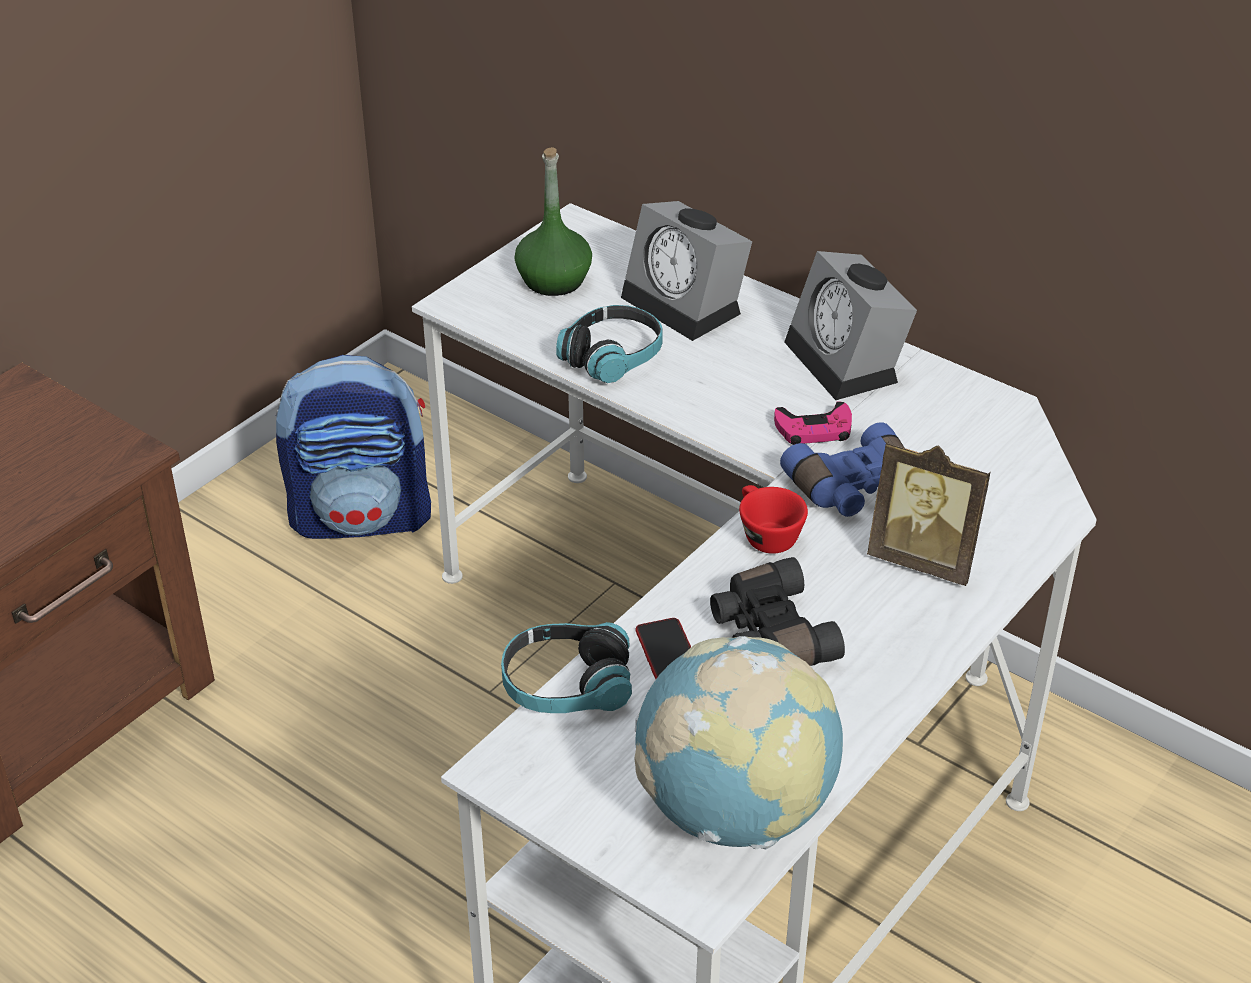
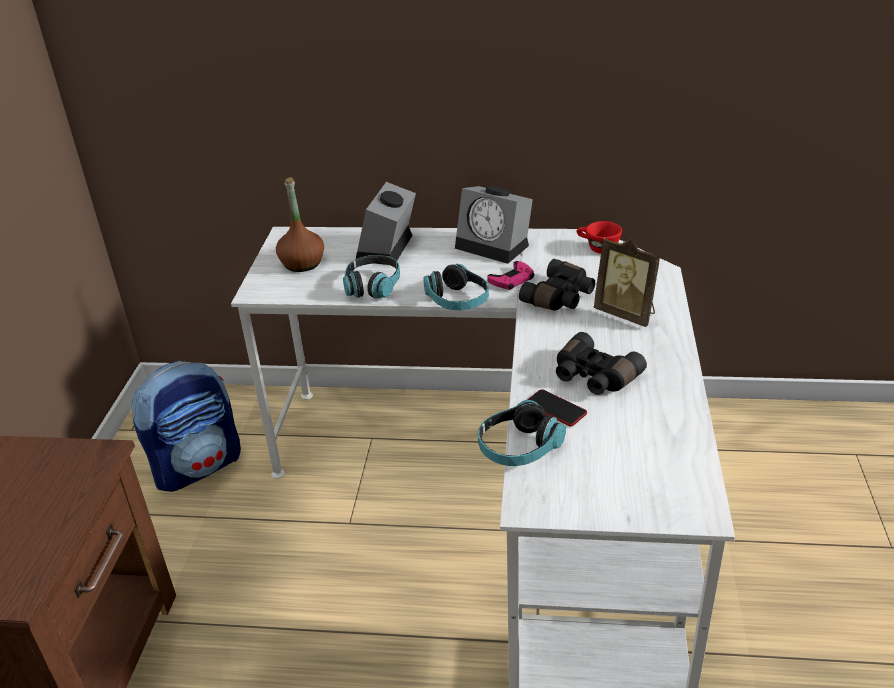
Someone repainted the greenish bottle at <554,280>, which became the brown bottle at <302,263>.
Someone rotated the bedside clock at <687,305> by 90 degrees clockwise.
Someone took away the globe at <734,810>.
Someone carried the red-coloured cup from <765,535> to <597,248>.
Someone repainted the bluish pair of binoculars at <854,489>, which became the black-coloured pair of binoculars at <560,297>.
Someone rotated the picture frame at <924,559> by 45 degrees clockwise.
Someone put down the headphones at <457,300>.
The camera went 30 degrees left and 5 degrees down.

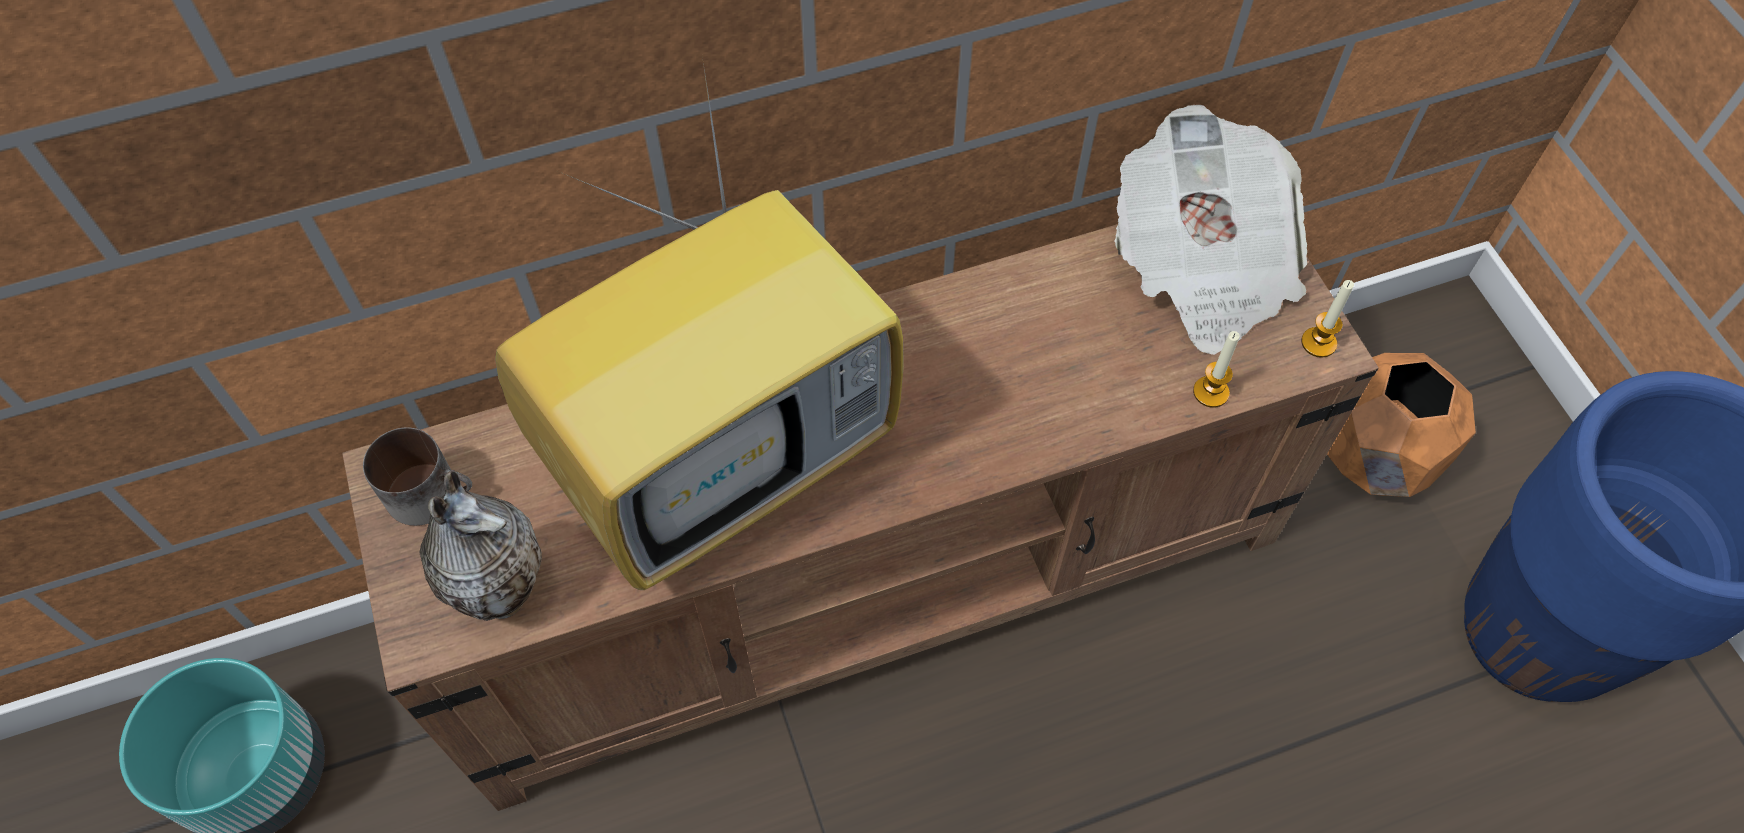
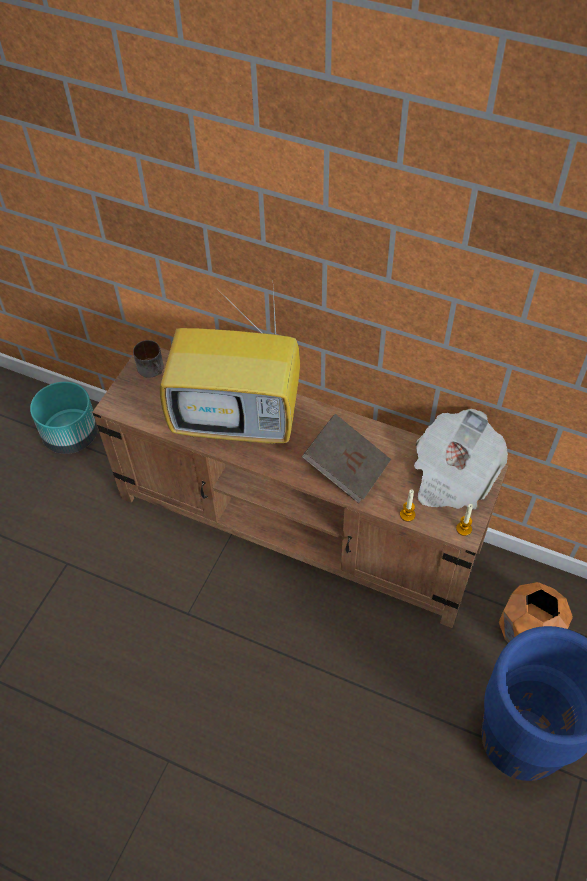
Someone took away the decorative vase at <502,588>.
Someone put down the brown volume at <346,468>.
The camera went 45 degrees right and 5 degrees down.

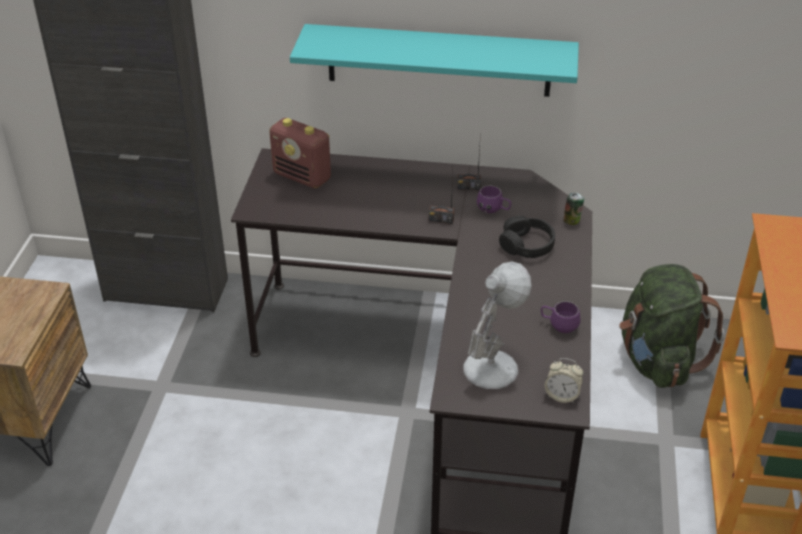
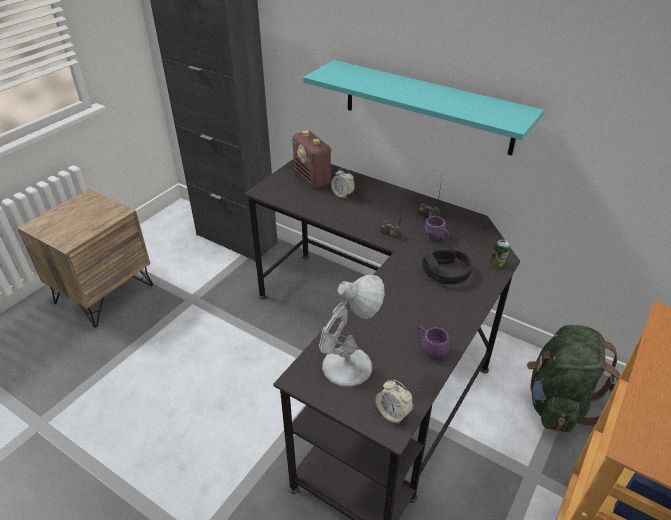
Someone put down the bedside clock at <342,194>.
The camera went 25 degrees right and 0 degrees up.

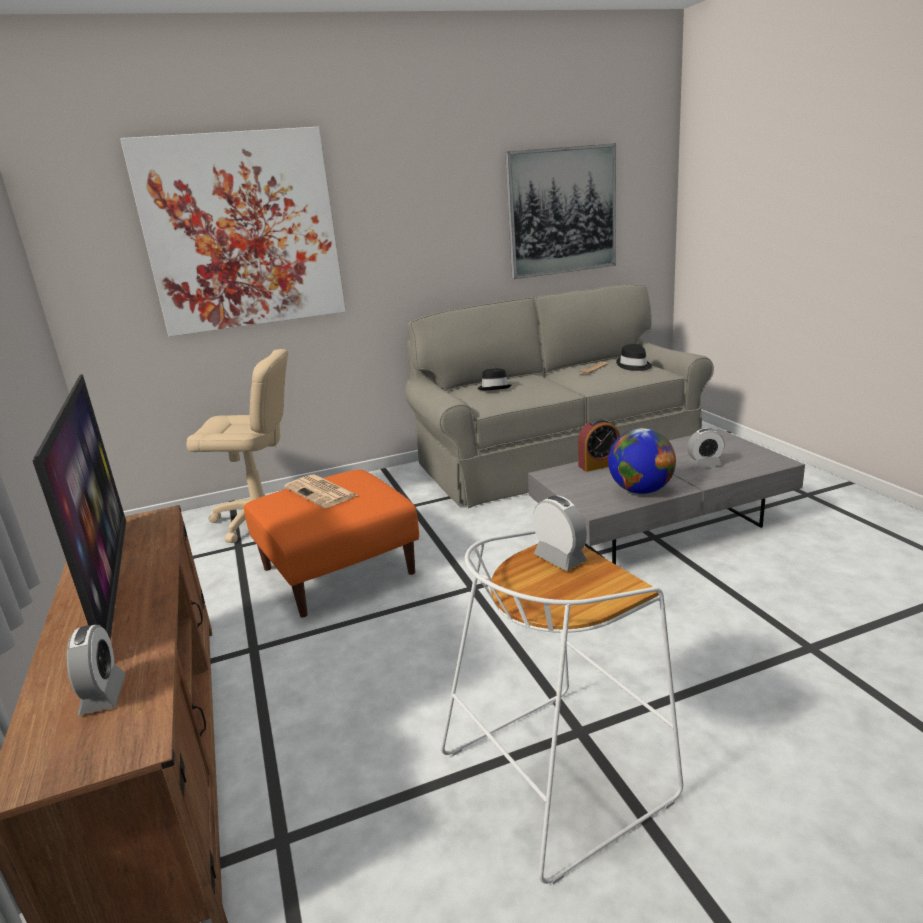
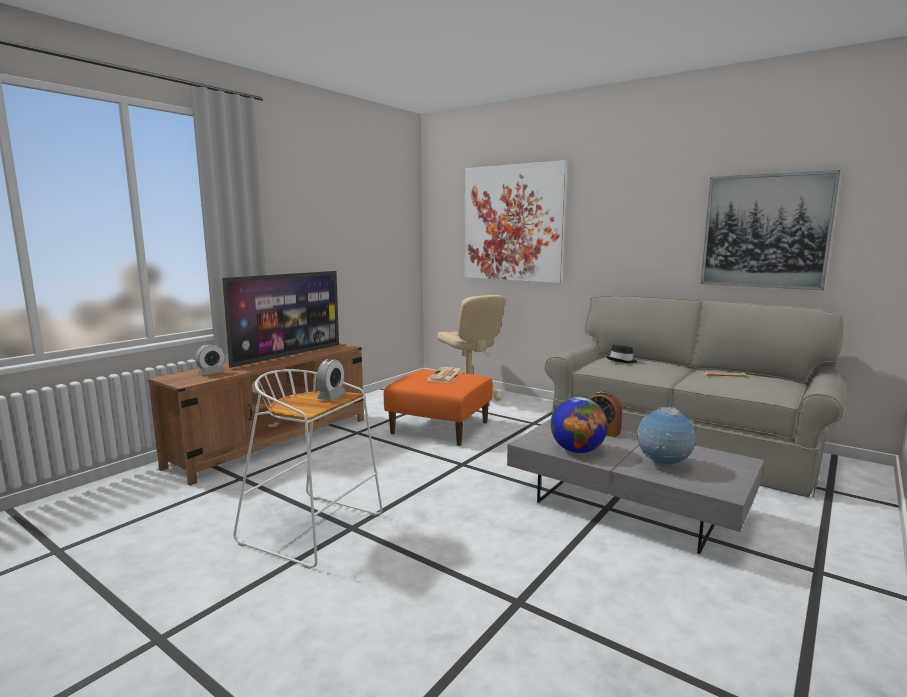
Someone took away the black-coloured hat at <634,366>.
Someone swapped the bedside clock at <704,465> for the globe at <663,464>.
The camera went 55 degrees right and 10 degrees down.

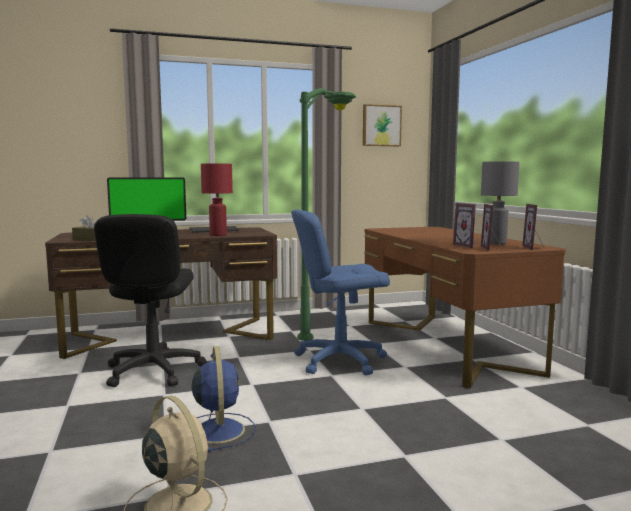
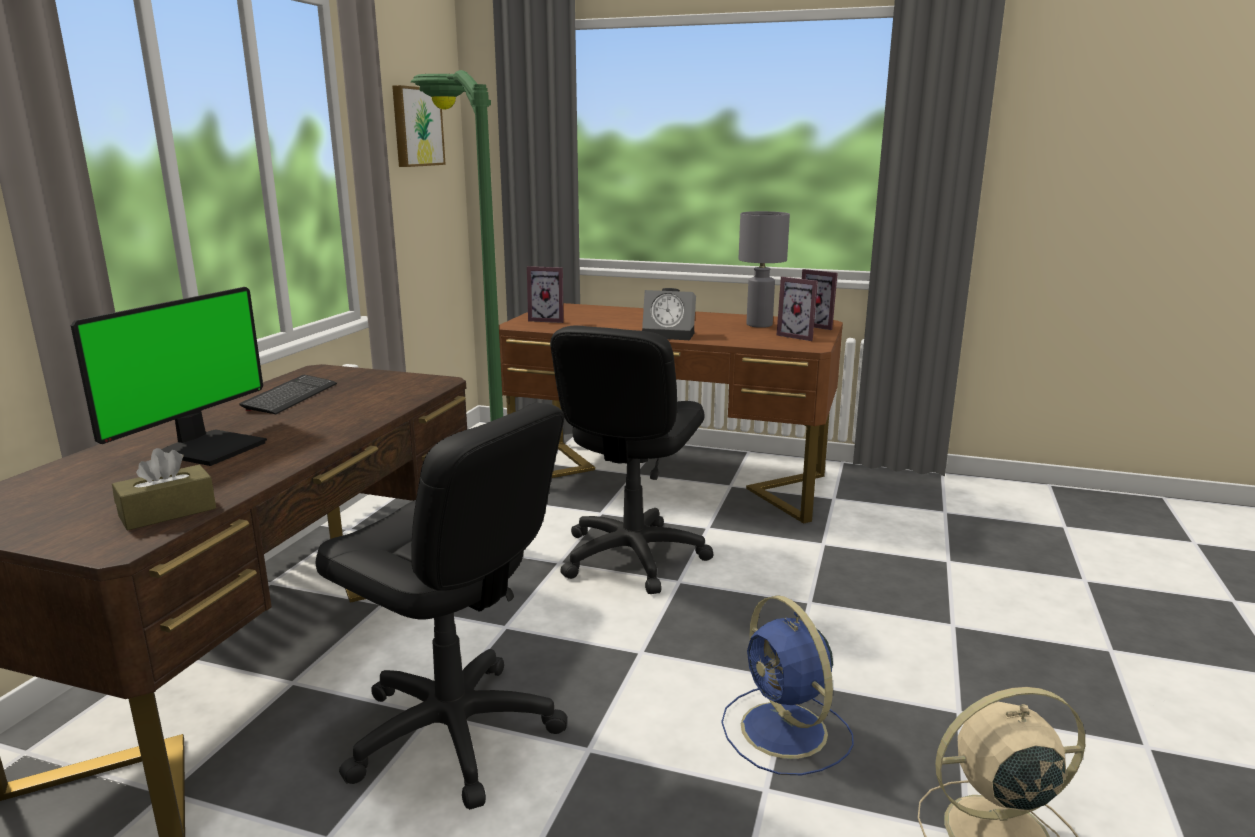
Someone rotated the bluish fan at <218,430> by 135 degrees counterclockwise.
Someone took away the red-coloured table lamp at <218,235>.
Someone repainted the bluish office chair at <339,360>, which became the black-coloured office chair at <632,556>.
Someone carried the picture frame from <468,245> to <548,320>.
Someone put down the bedside clock at <670,335>.
The camera went 55 degrees left and 10 degrees up.

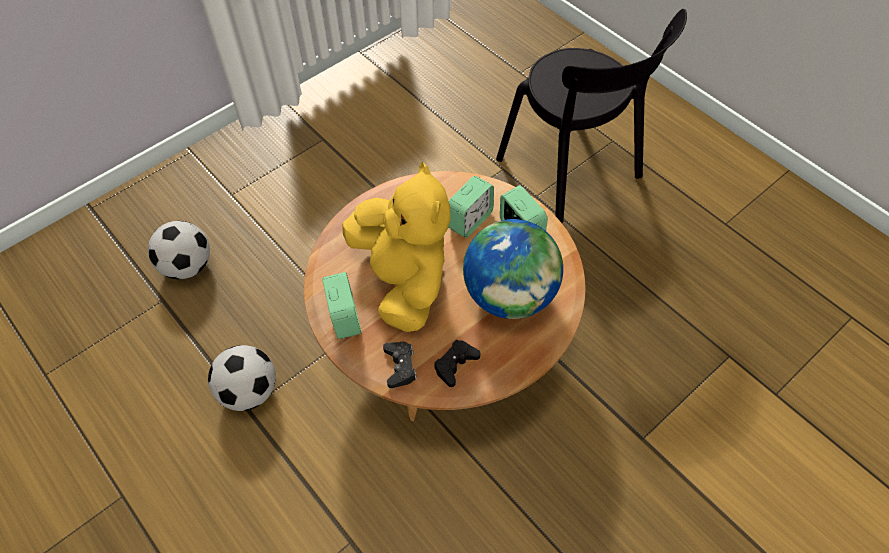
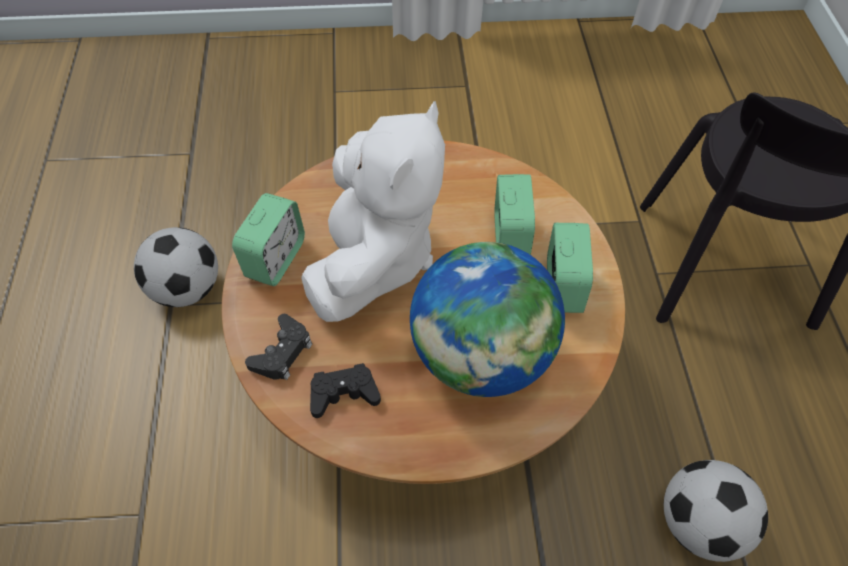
Someone carried the football from <187,266> to <698,522>.
Someone repainted the yellow-coloured soft toy at <403,280>, which became the white-coloured soft toy at <373,258>.
Someone rotated the bedside clock at <470,220> by 75 degrees counterclockwise.
The camera went 35 degrees right and 0 degrees up.

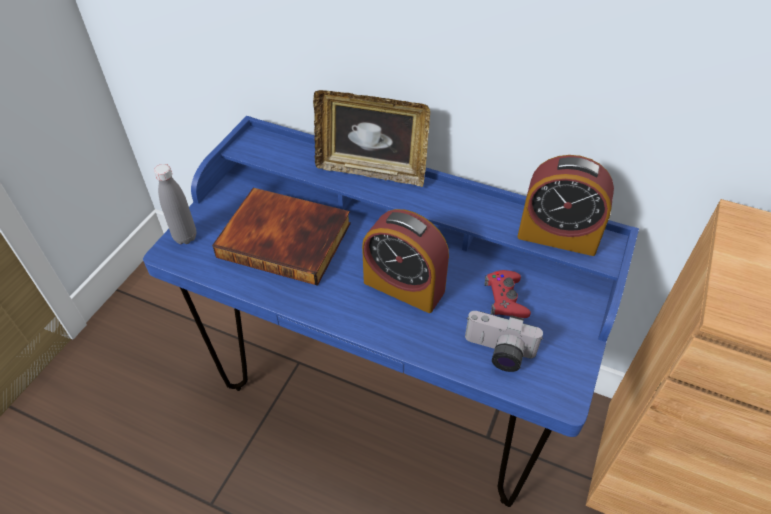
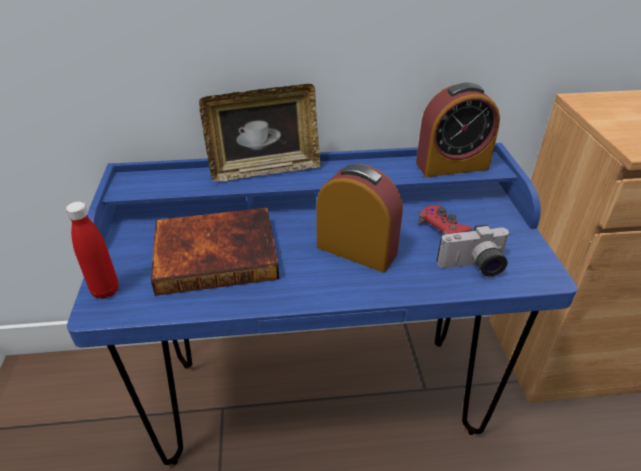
Someone repainted the grey bottle at <185,237>, which became the red-coloured bottle at <105,291>.
Someone rotated the bedside clock at <404,286> by 150 degrees counterclockwise.
The camera went 30 degrees left and 10 degrees down.

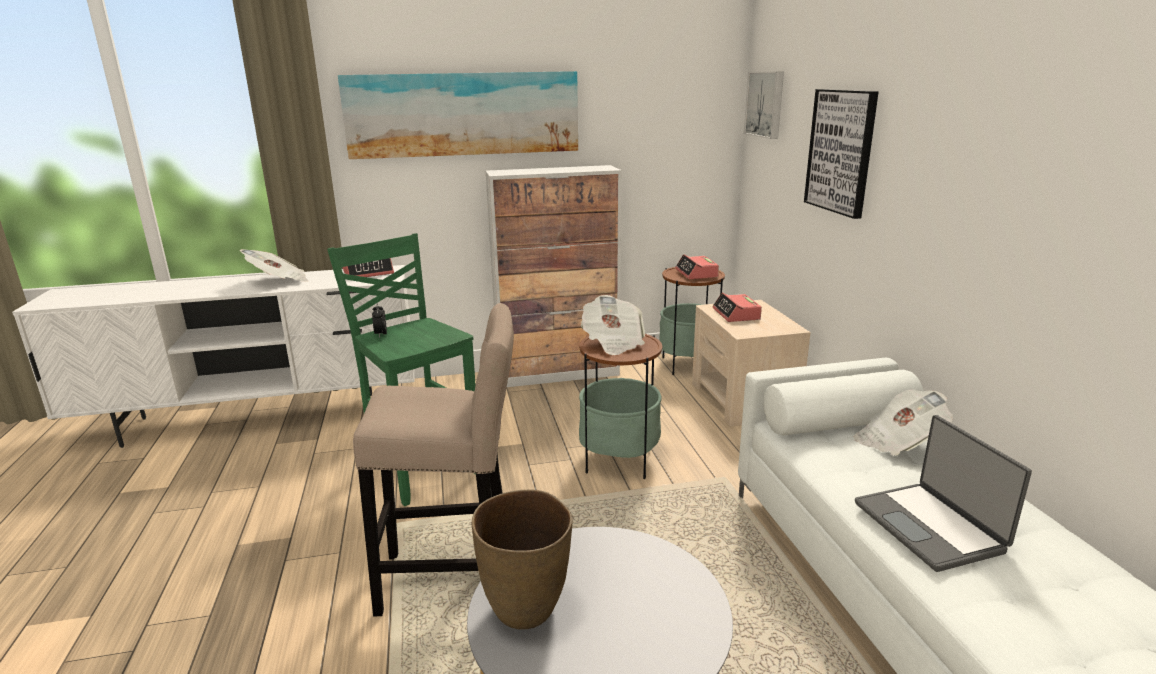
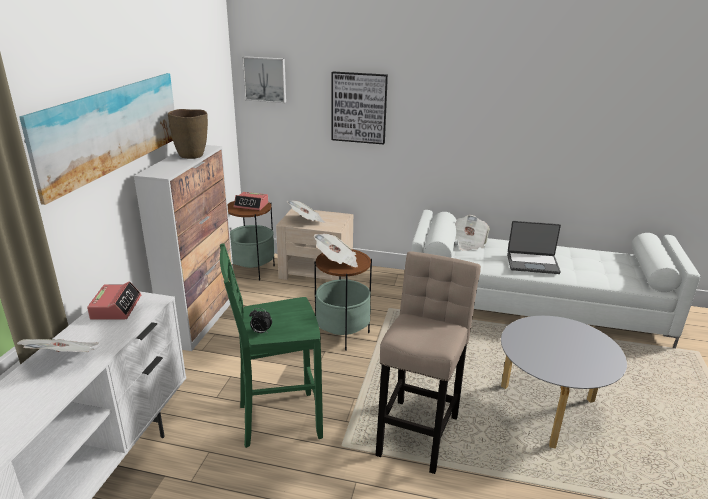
Someone carried the brown decorative vase from <526,609> to <192,155>.
Someone swapped the bedside clock at <736,314> for the daily paper at <306,221>.
The camera went 65 degrees left and 5 degrees up.

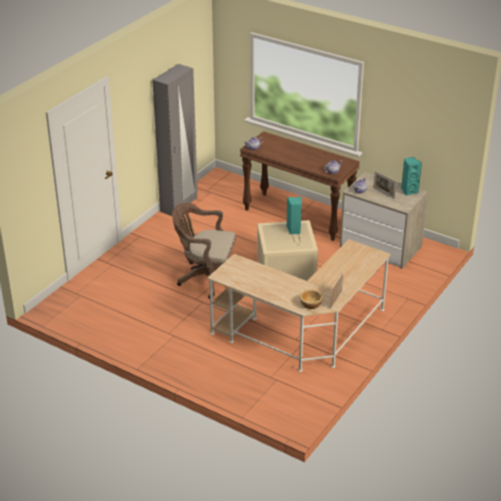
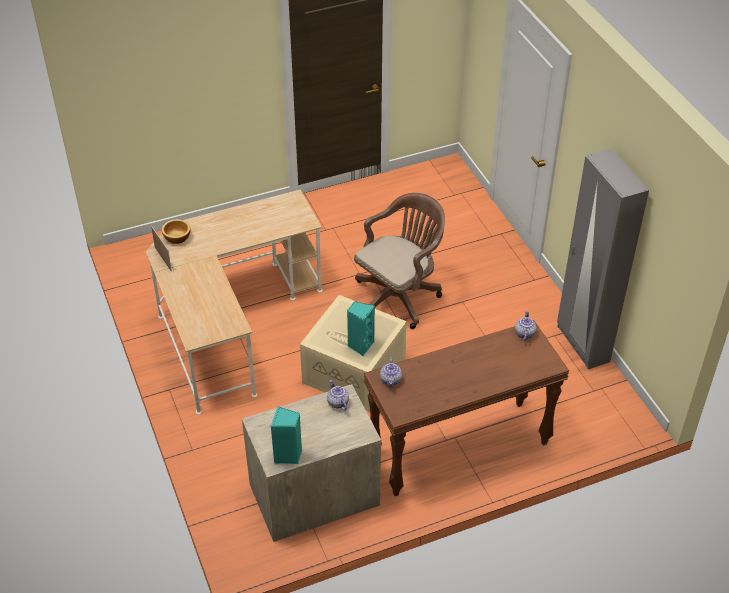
Someone took away the picture frame at <384,193>.
The camera went 125 degrees right and 10 degrees up.

